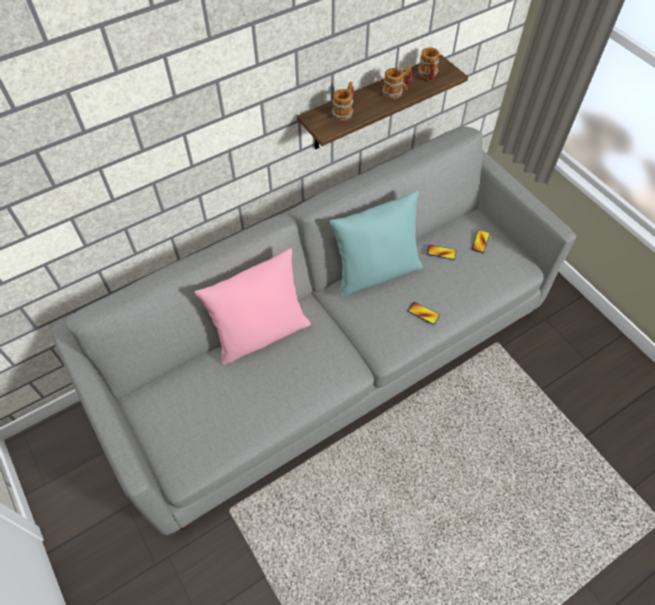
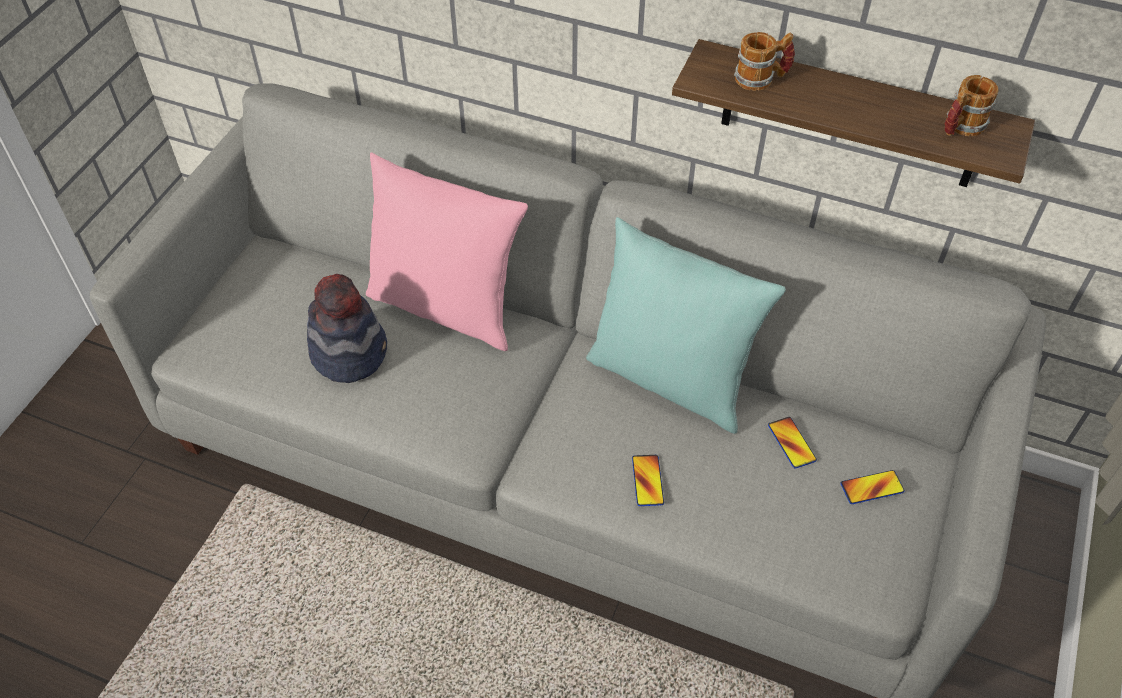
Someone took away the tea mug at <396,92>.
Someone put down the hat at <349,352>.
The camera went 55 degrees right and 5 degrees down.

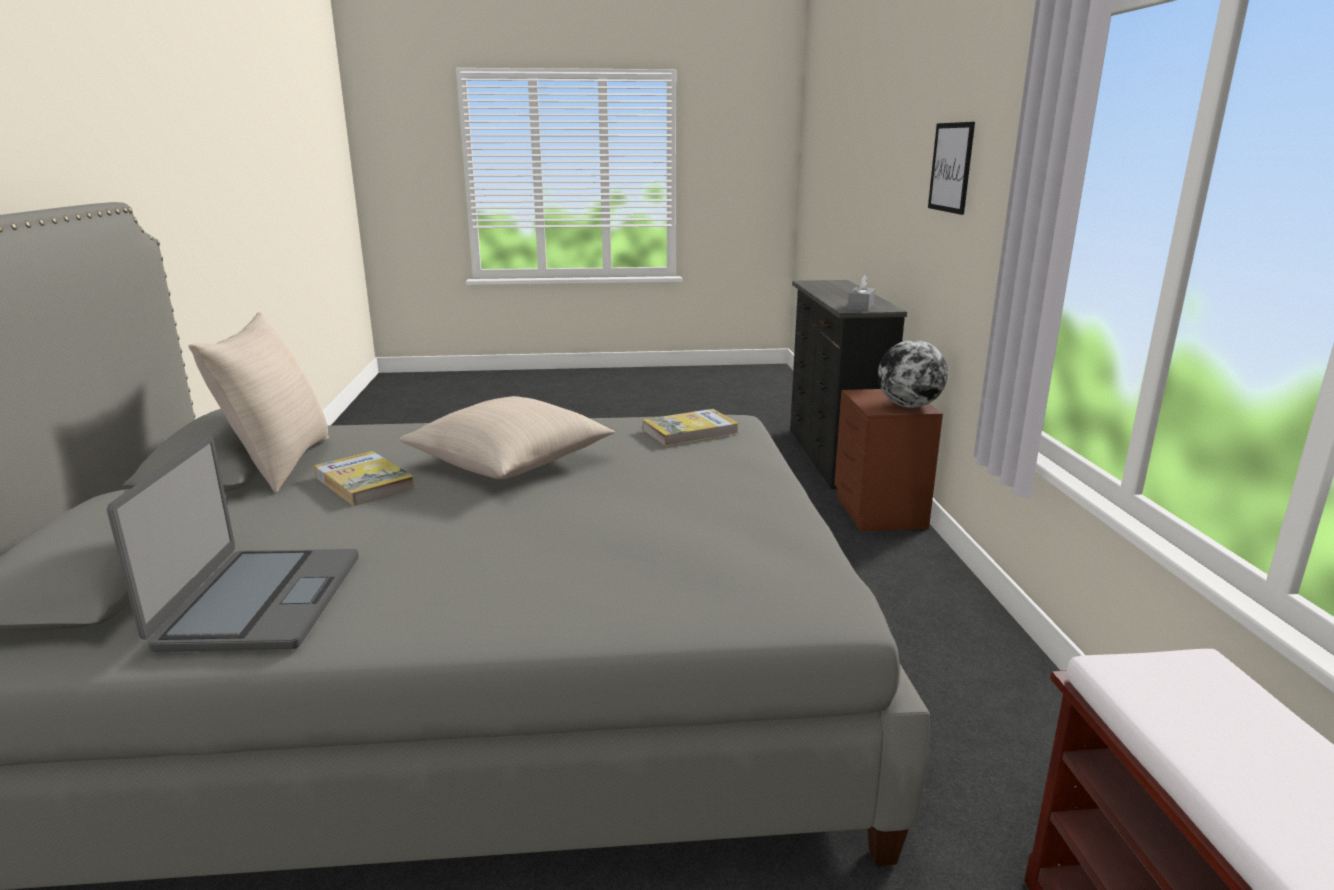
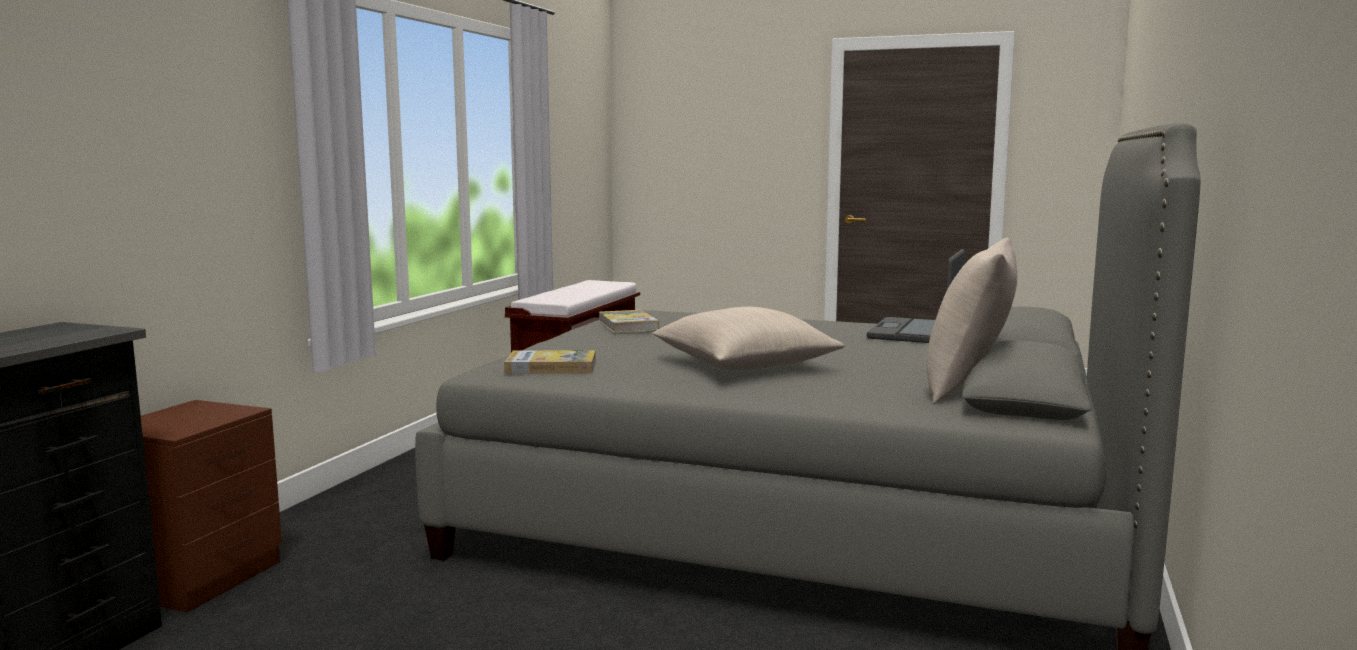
Someone carried the volume from <364,482> to <628,325>.
Someone took away the grey tissue holder at <860,307>.
Someone took away the globe at <908,406>.
Someone took away the picture at <951,167>.
The camera went 155 degrees left and 10 degrees down.

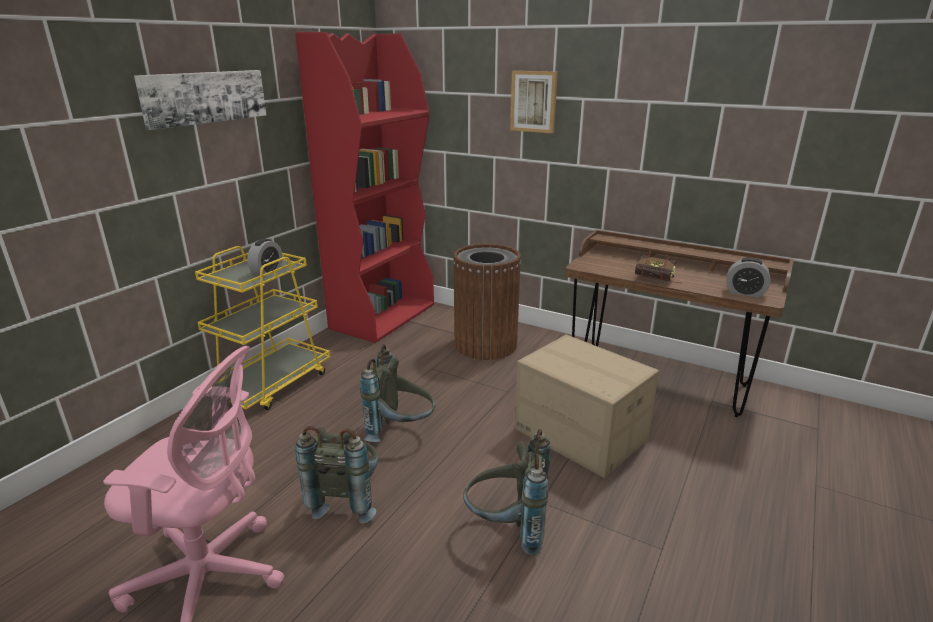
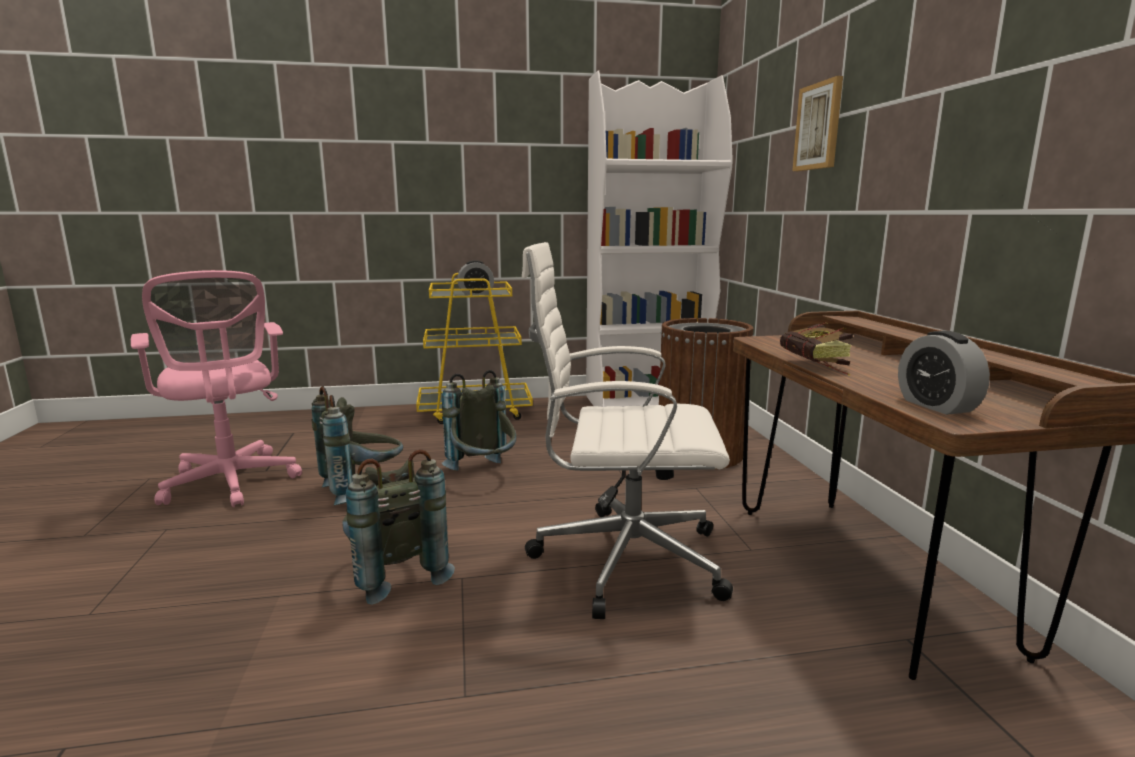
Someone took away the picture at <205,97>.
Someone repainted the red-coloured bookshelf at <383,316>, which became the white-coloured bookshelf at <649,402>.
Someone swapped the packing box at <579,435> for the white-coloured office chair at <622,559>.
The camera went 50 degrees right and 10 degrees down.

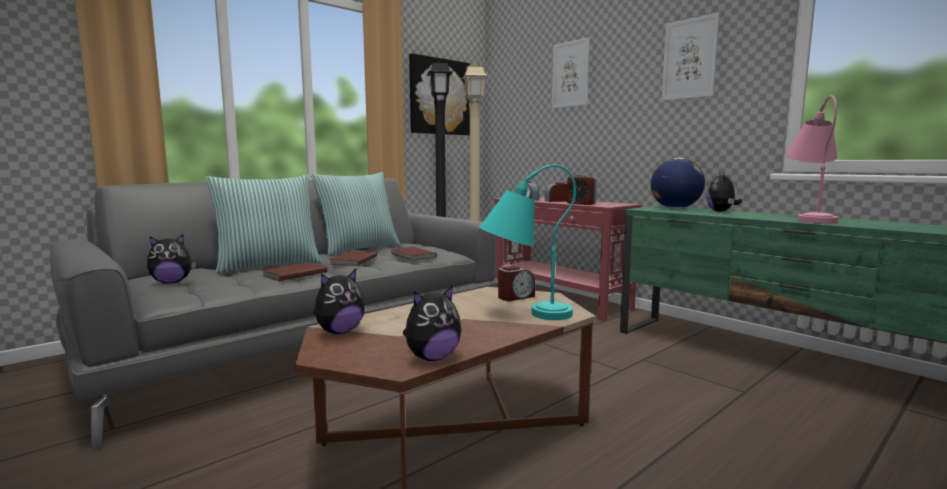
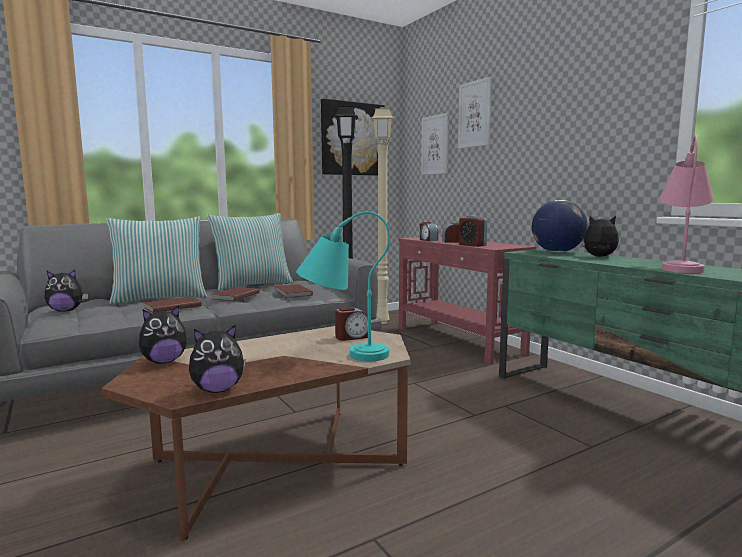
Someone carried the picture from <689,59> to <434,145>.
Someone rotated the soft toy at <721,211> by 90 degrees clockwise.
The camera went 10 degrees right and 0 degrees up.

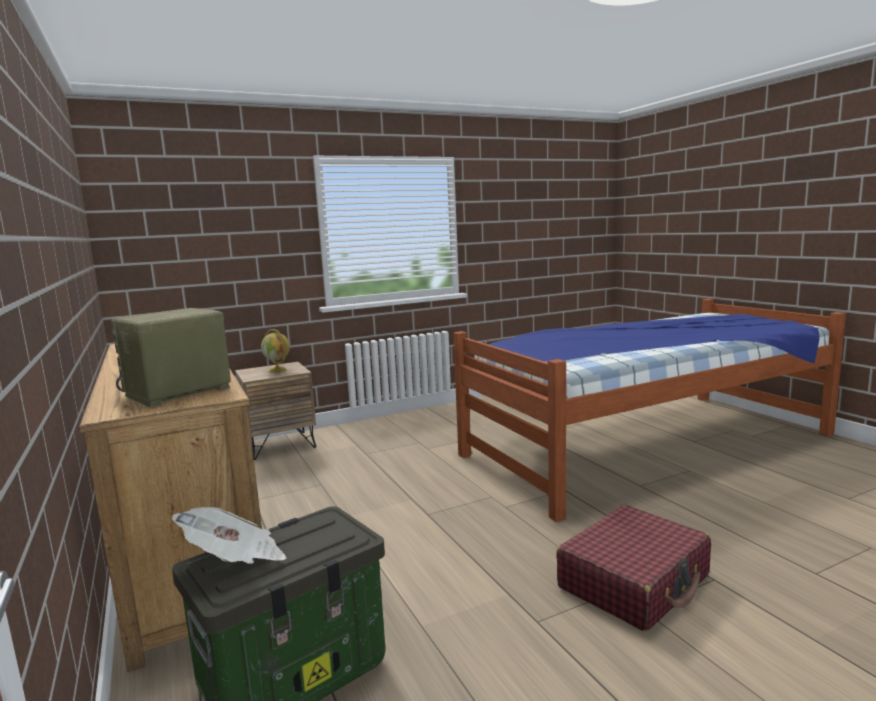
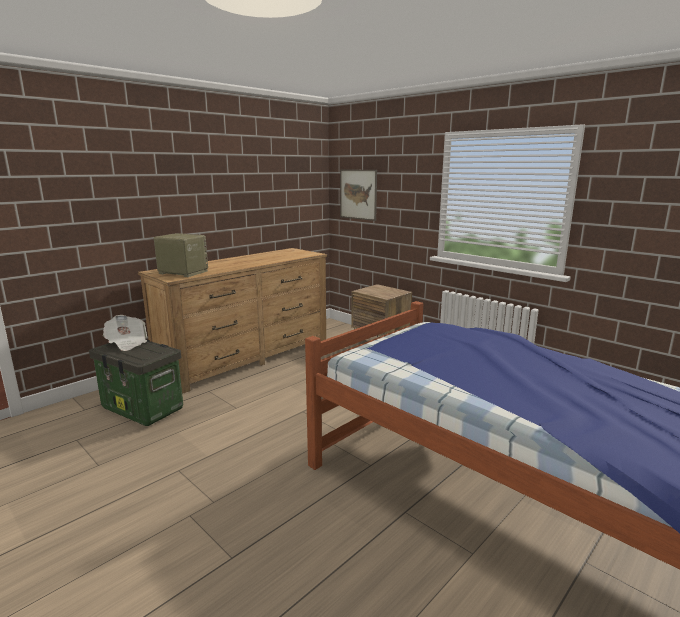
Someone took away the globe at <278,370>.
Someone took away the red-coloured piece of luggage at <634,582>.
Someone put up the picture at <358,194>.
The camera went 70 degrees right and 5 degrees up.

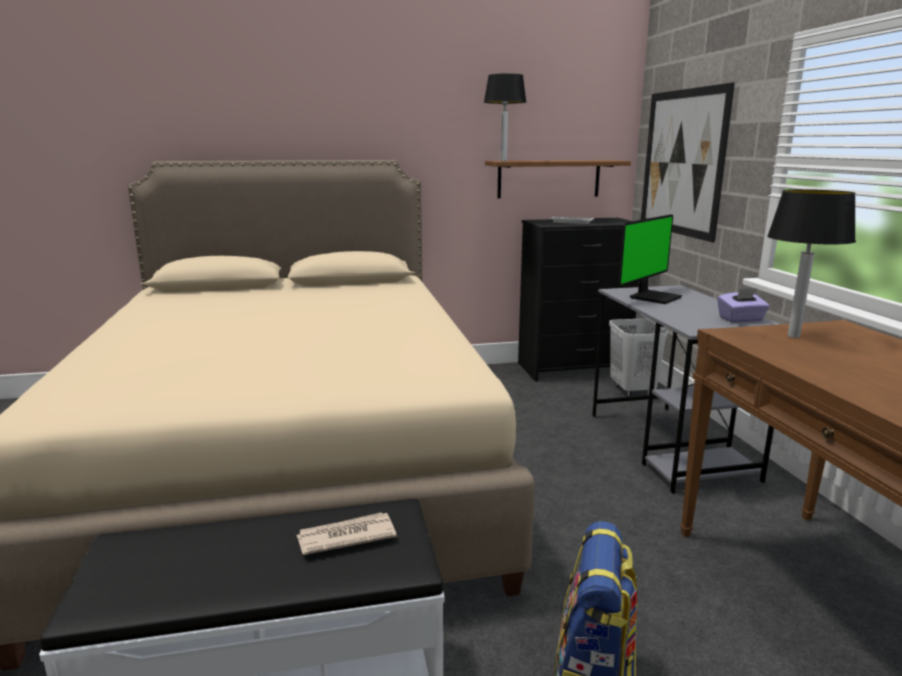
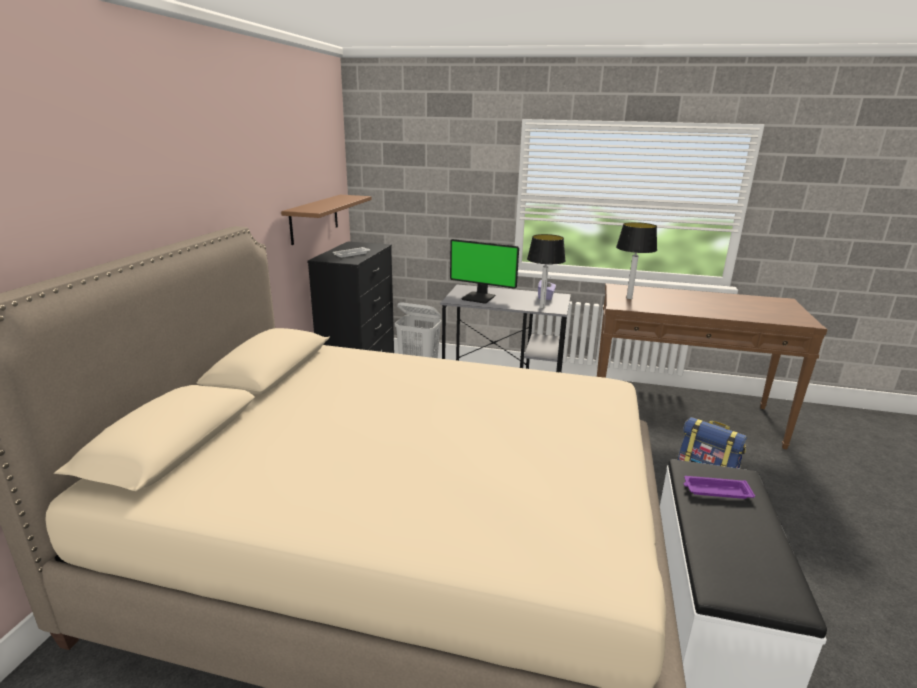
Someone swapped the daily paper at <345,537> for the purplish serving tray at <716,491>.
Someone carried the table lamp from <503,160> to <542,307>.
Someone rotated the monitor at <653,297> by 135 degrees clockwise.
Someone took away the picture at <682,163>.
The camera went 65 degrees left and 5 degrees up.

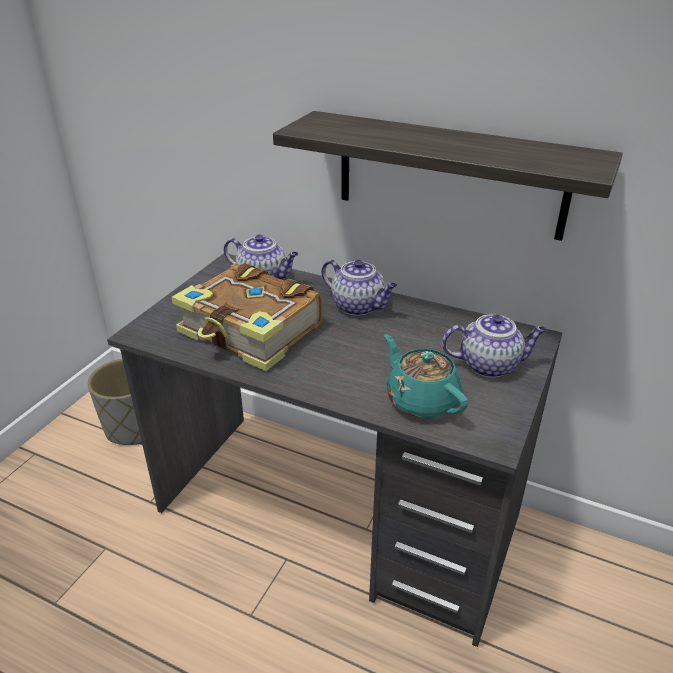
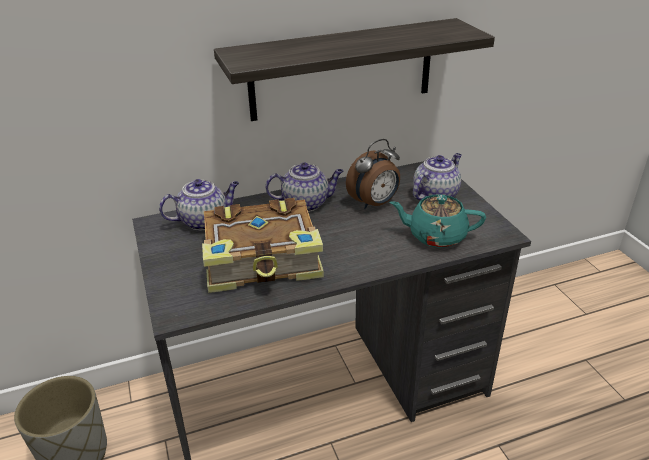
Someone put down the bedside clock at <374,204>.
The camera went 45 degrees left and 0 degrees up.

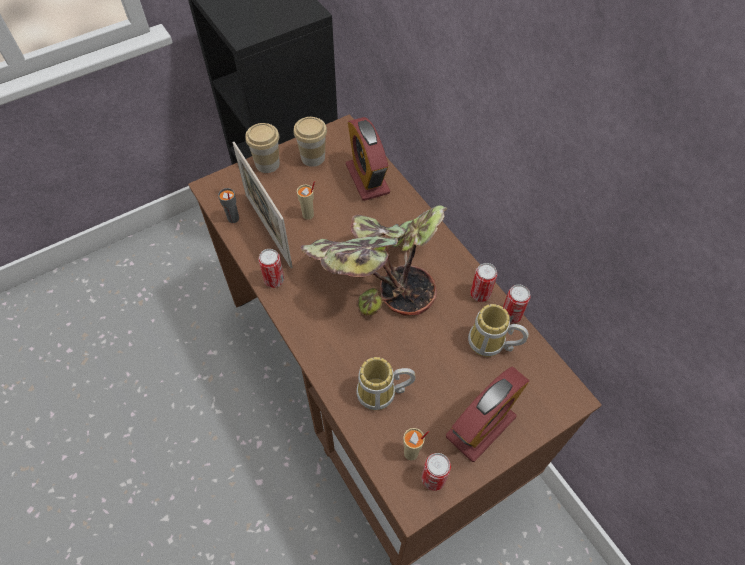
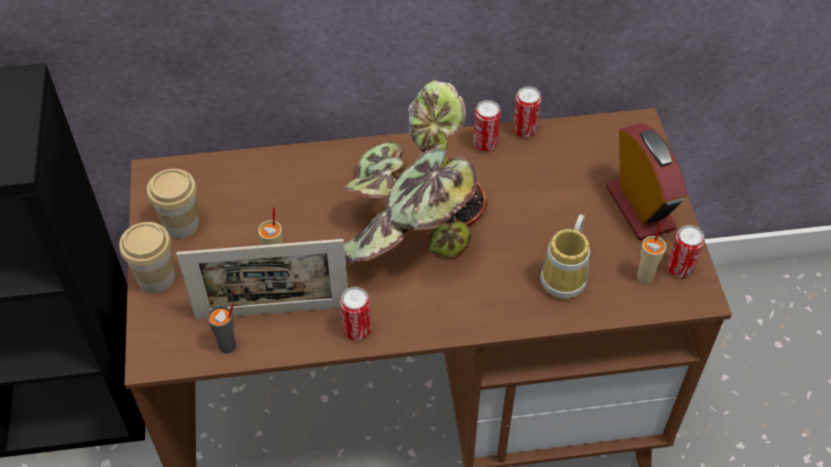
Someone took away the bedside clock at <367,179>.
Someone took away the tea mug at <490,345>.
The camera went 65 degrees left and 5 degrees down.

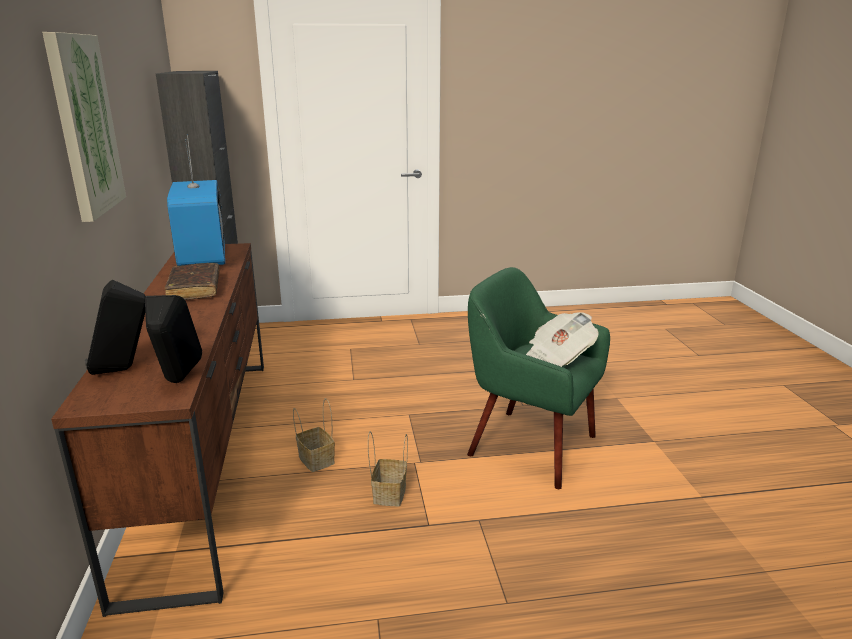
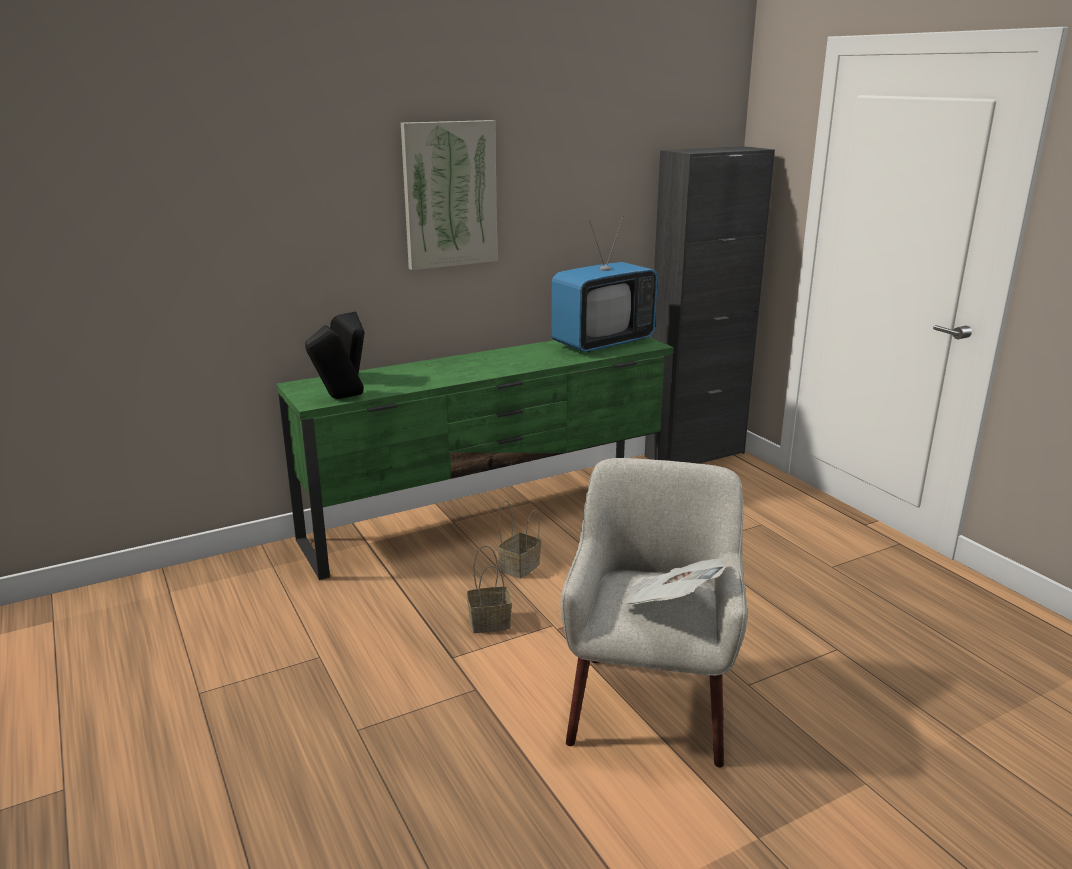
Someone repainted the brown media console at <207,455>, which became the greenish media console at <492,514>.
Someone took away the brown volume at <194,289>.
Someone repainted the greenish easy chair at <530,445>, which became the beige easy chair at <649,706>.
The camera went 70 degrees right and 0 degrees up.

